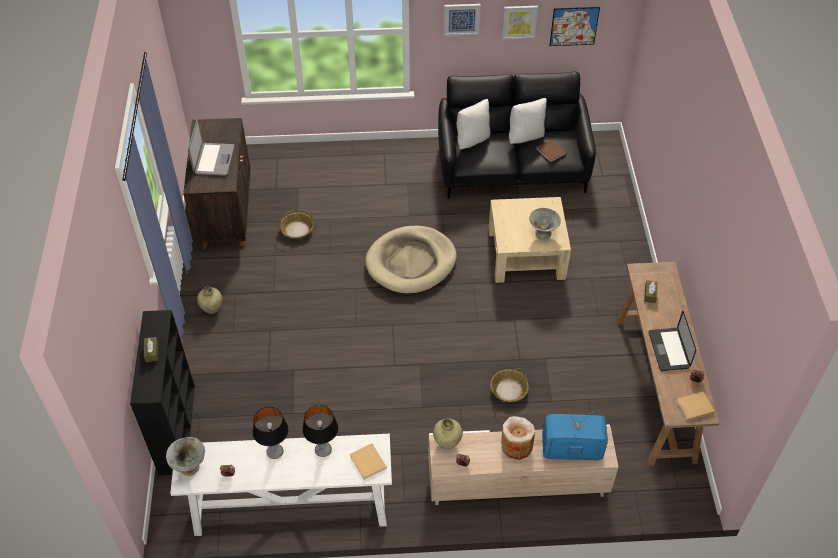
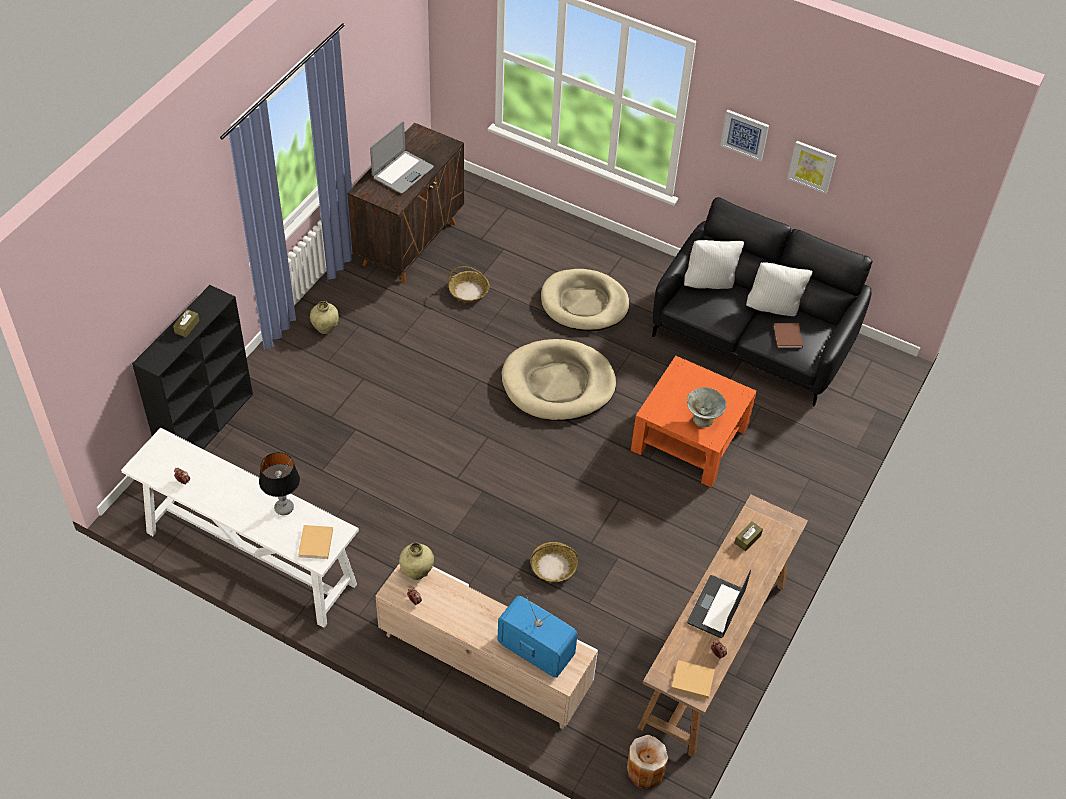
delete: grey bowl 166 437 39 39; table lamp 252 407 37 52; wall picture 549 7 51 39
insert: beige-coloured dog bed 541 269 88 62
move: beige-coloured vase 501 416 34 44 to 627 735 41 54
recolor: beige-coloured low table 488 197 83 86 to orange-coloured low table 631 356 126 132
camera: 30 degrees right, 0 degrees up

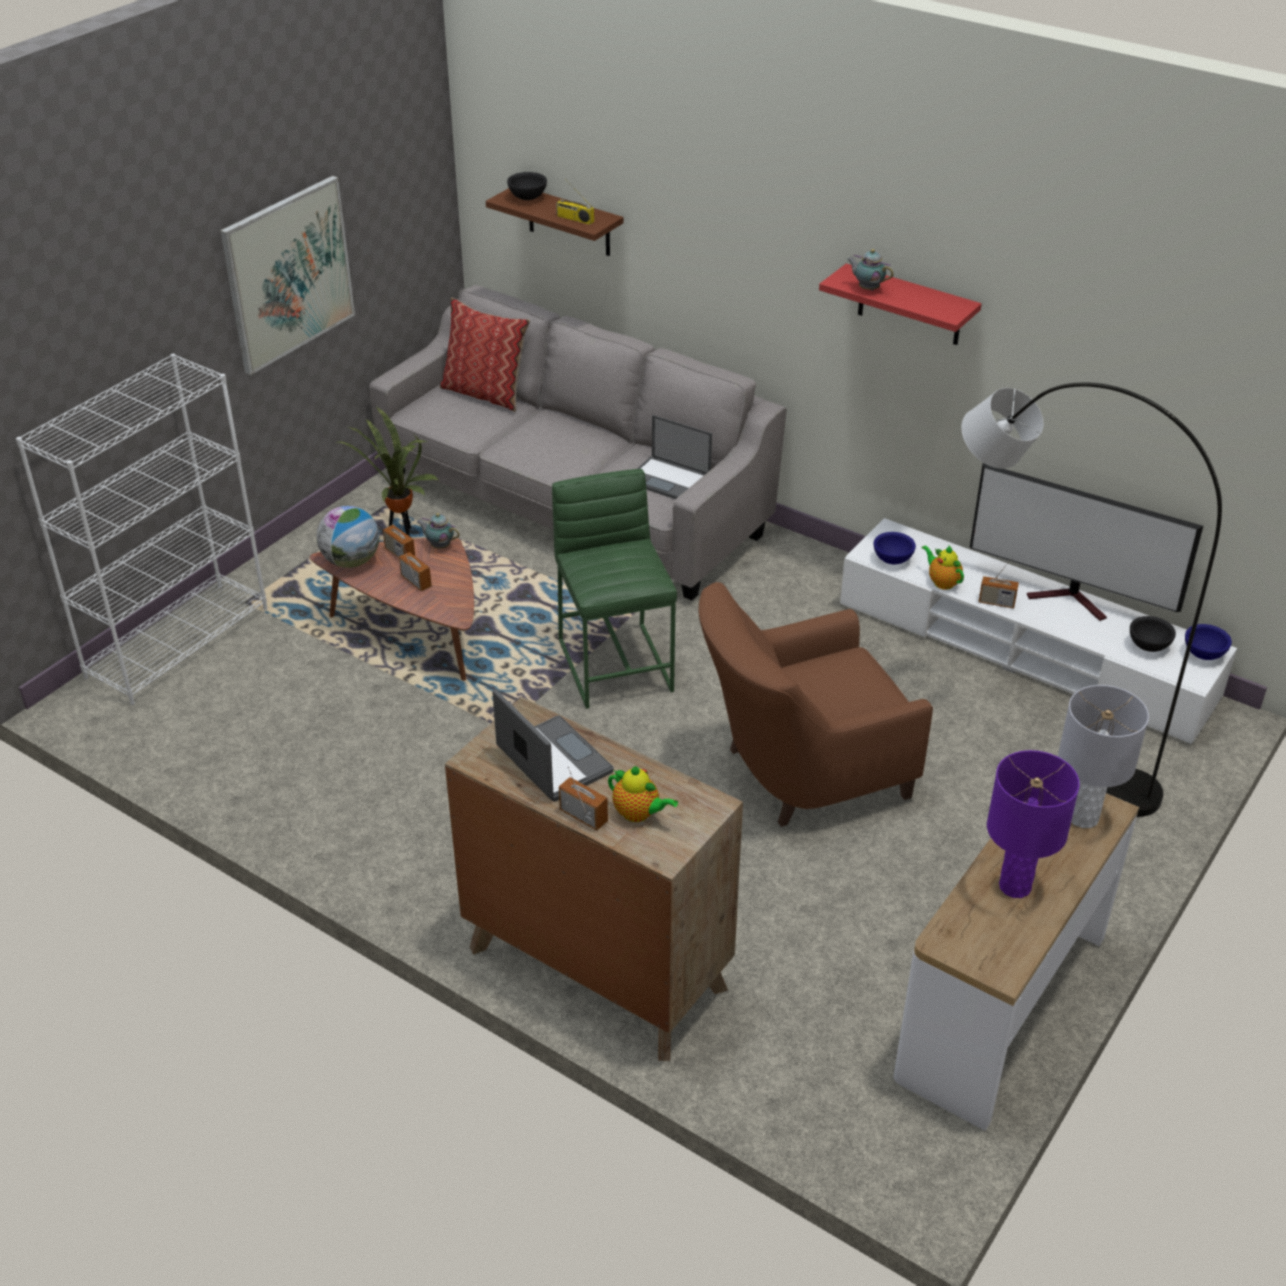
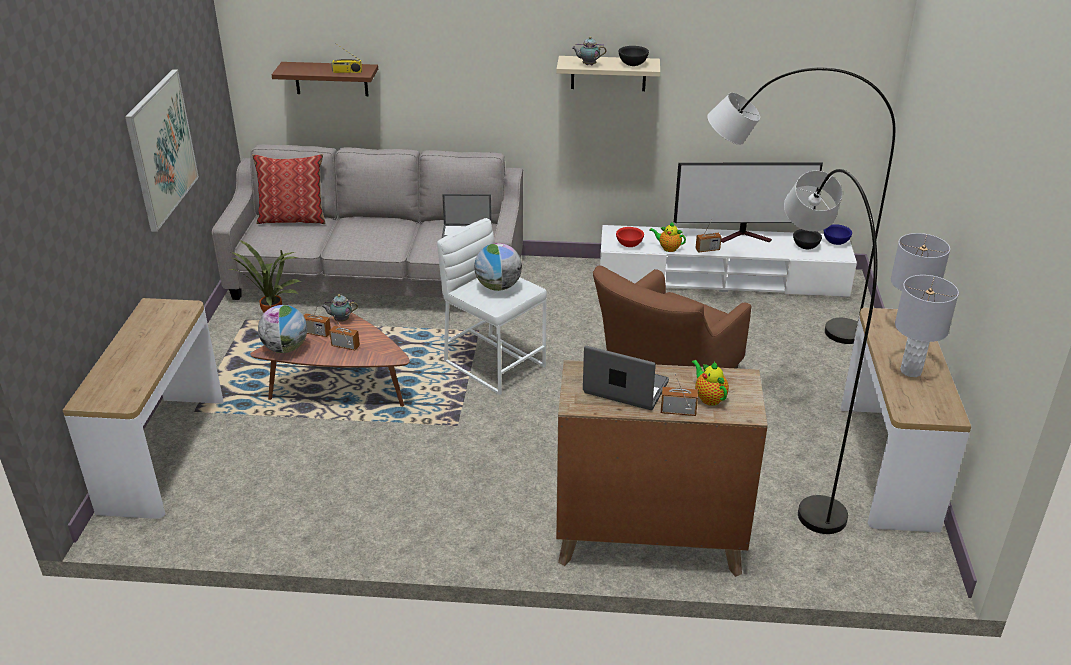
insert: world globe 474 243 48 48; grey standard lamp 784 169 93 365
move: black-coloured bowl 507 172 40 28 to 619 46 30 20
replace: white bookshelf 16 354 252 351 to console table 63 298 161 221
recolor: green-coloured stool seat 552 469 125 240 to white stool seat 437 218 110 177; red-coloured wall shelf 819 263 163 82 to beige-coloured wall shelf 556 56 104 35; bluish bowl 874 532 42 32 to red-coloured bowl 616 227 28 20; purple table lamp 987 750 93 148 to grey table lamp 895 275 64 102
rotate: teapot 608 766 70 56 = 692 360 37 46 120 degrees counterclockwise
camera: 30 degrees left, 5 degrees down

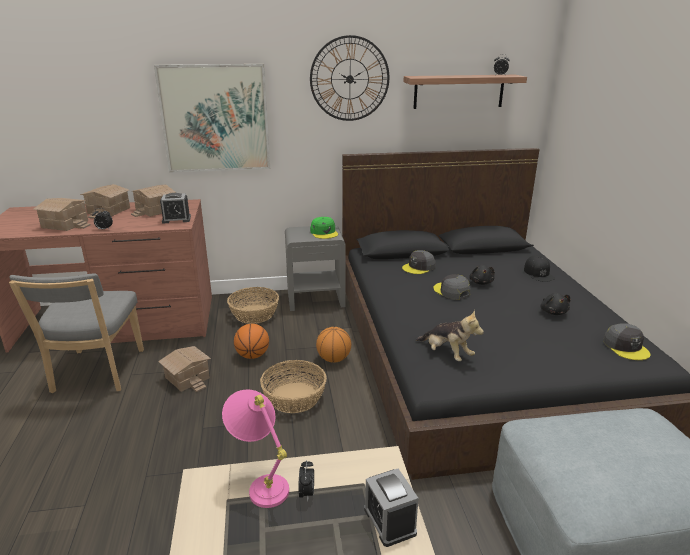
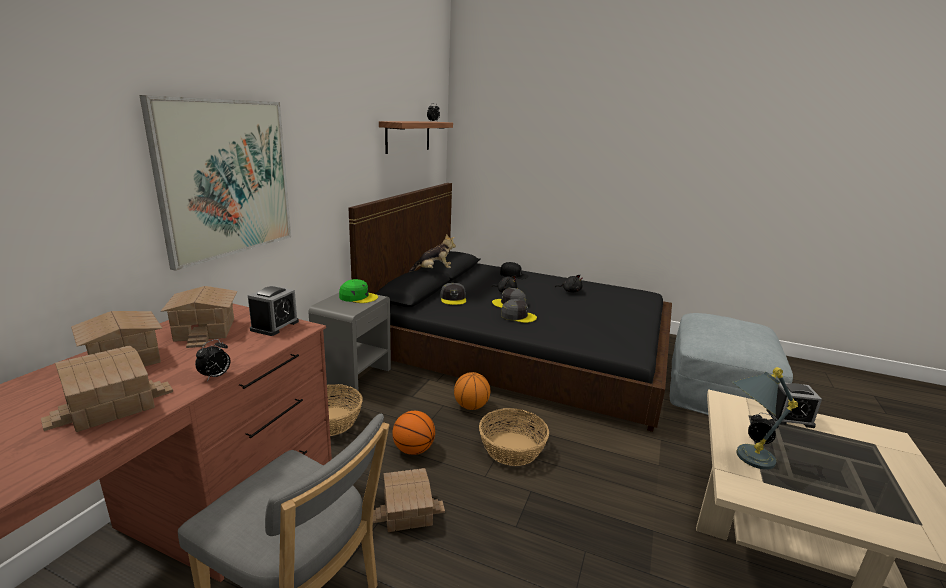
delete: wall clock 310 35 79 86
move: plush toy 416 310 68 51 to 409 234 47 38; grey baseball cap 603 323 47 37 to 501 299 36 24
recolor: pinkish table lamp 222 389 67 119 to grey table lamp 731 367 67 103
camera: 60 degrees left, 5 degrees down

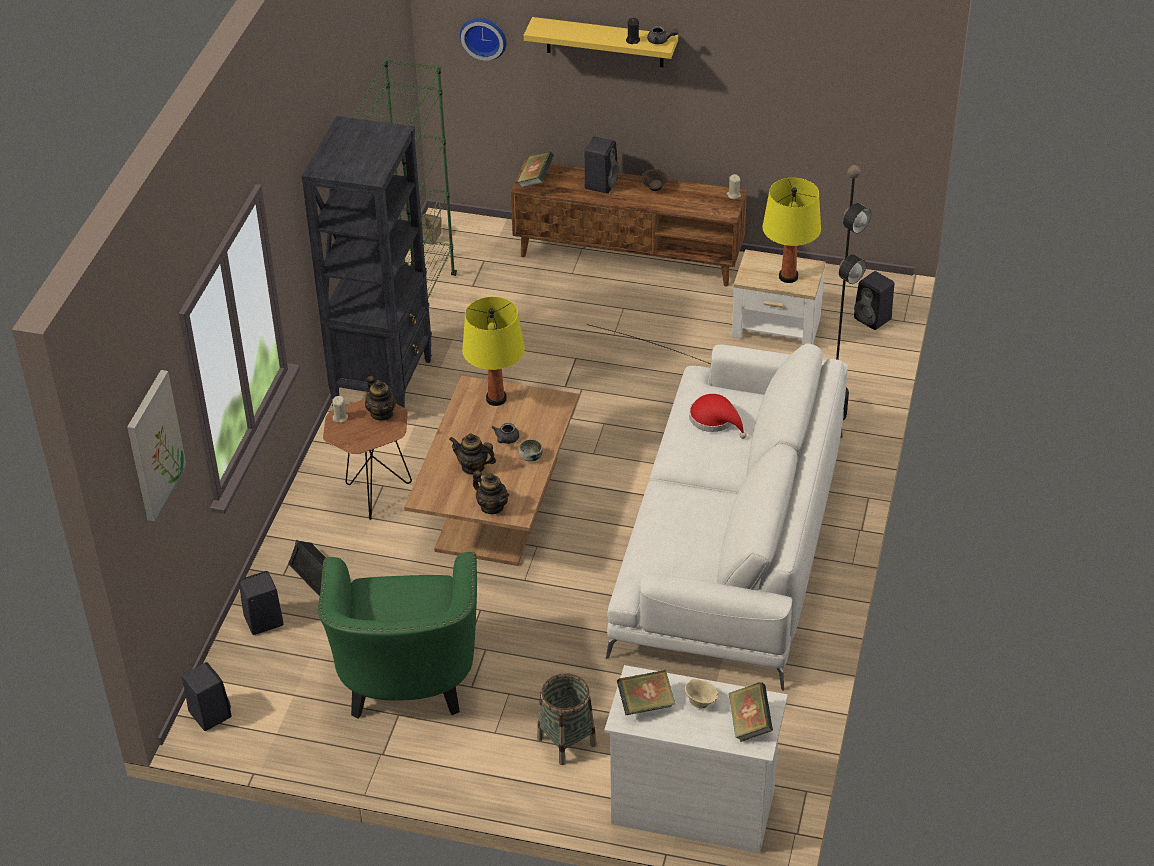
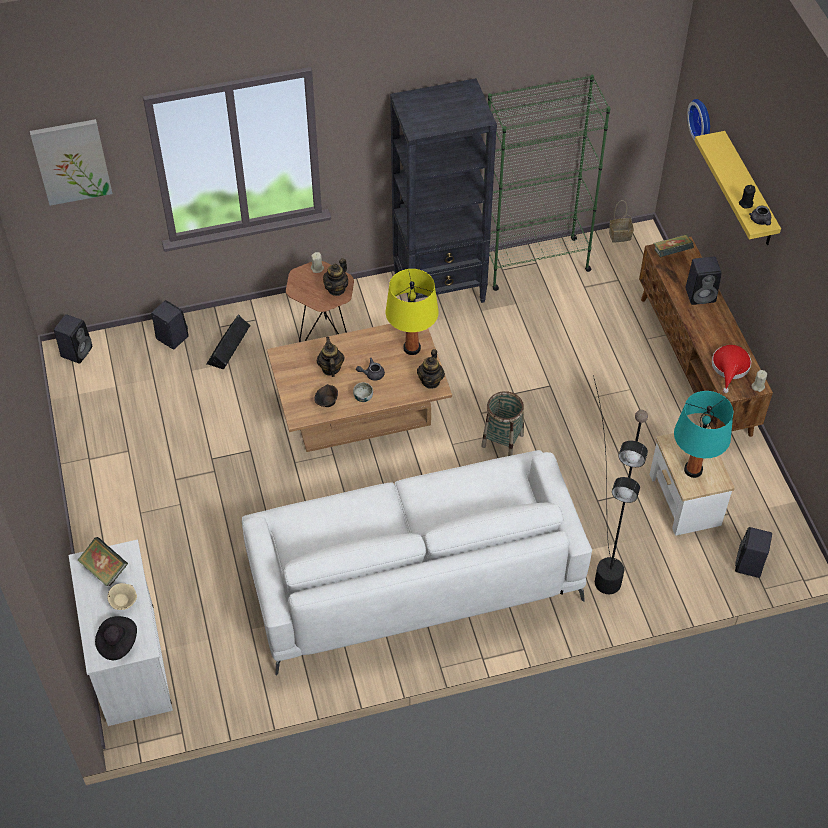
delete: green-coloured lounge chair 318 552 159 167
move: teapot 473 470 36 44 to 417 349 28 40; storage basket 537 673 60 92 to 482 391 42 65; brownish bowl 641 169 26 22 to 314 384 24 23; red-coloured hat 689 394 58 45 to 712 345 39 48
replace: volume 728 682 45 60 to black-coloured hat 95 616 42 44
recolor: yellowish table lamp 762 178 59 105 to turquoise-coloured table lamp 674 391 59 87
camera: 60 degrees right, 10 degrees up

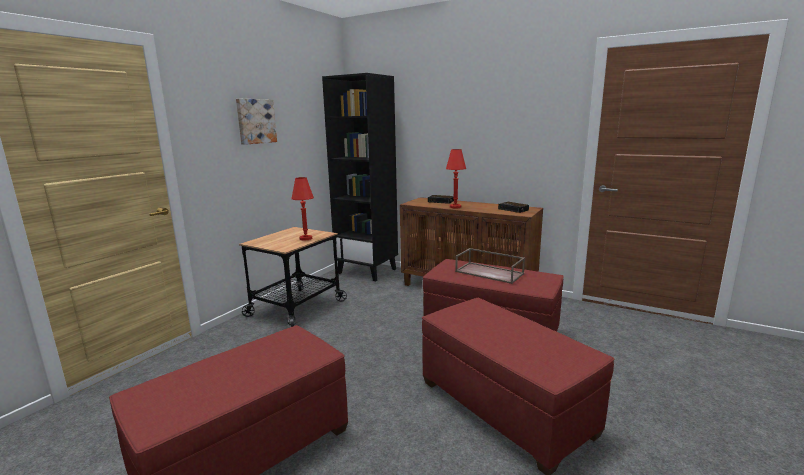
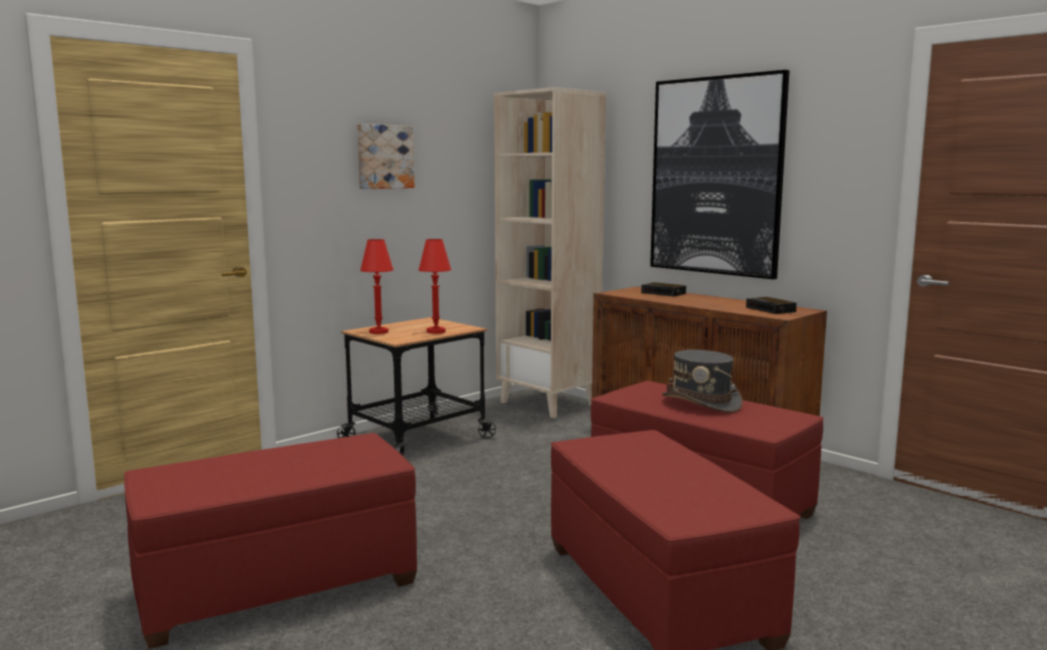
insert: wall picture 650 70 139 209
move: red-coloured table lamp 446 149 20 59 to 360 239 33 95
replace: brownish carrying tray 455 248 70 36 to grey hat 662 350 81 63
recolor: black-coloured bookshelf 322 73 76 208 to beige-coloured bookshelf 494 87 112 331
camera: 15 degrees right, 5 degrees down

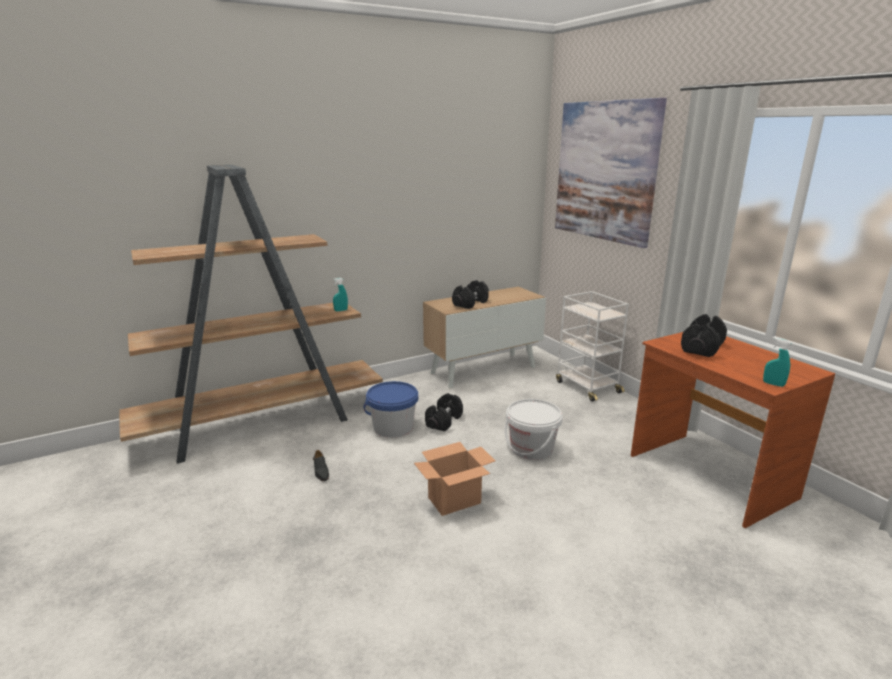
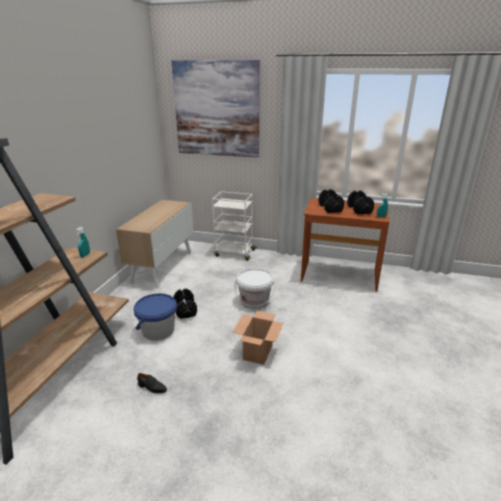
move: black-coloured dumbbell 452 280 37 29 to 347 190 27 24
camera: 45 degrees left, 5 degrees up

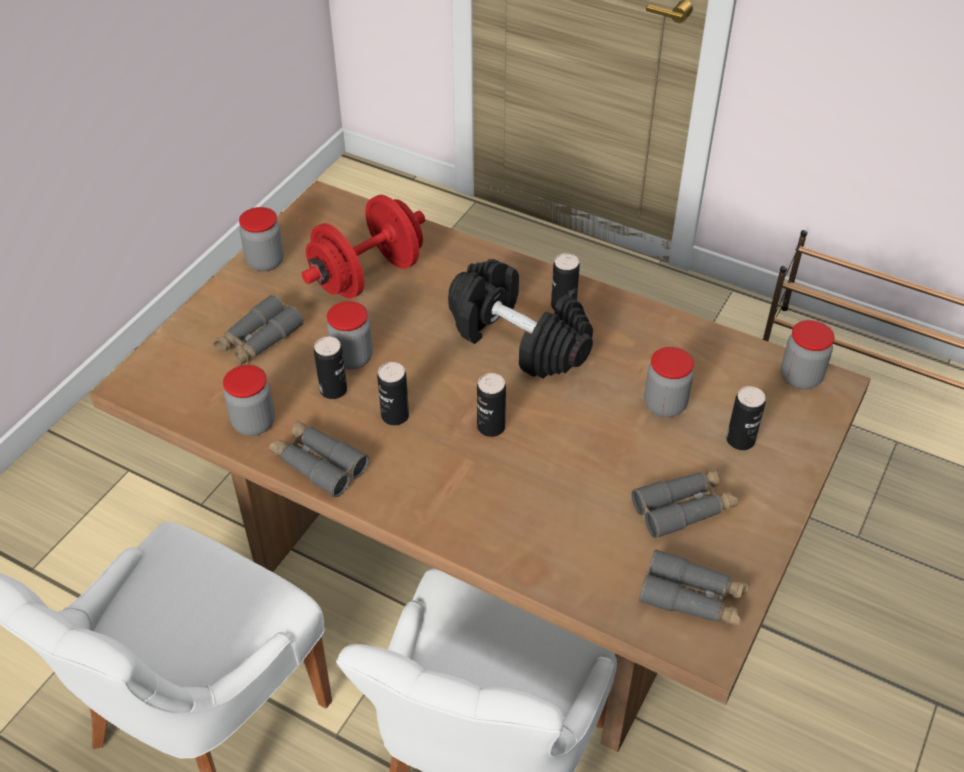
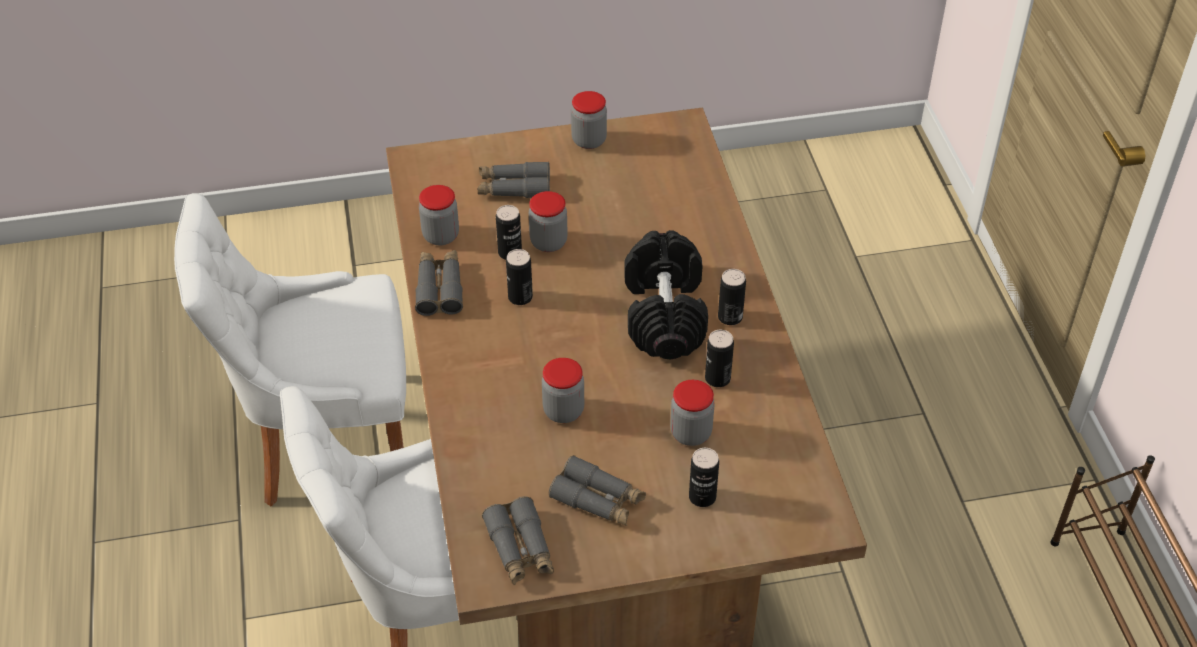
delete: red-coloured dumbbell 301 195 124 104
move: sealed can 477 373 29 64 to 705 330 29 57; jar 781 320 54 70 to 542 358 42 65
camera: 50 degrees right, 0 degrees up

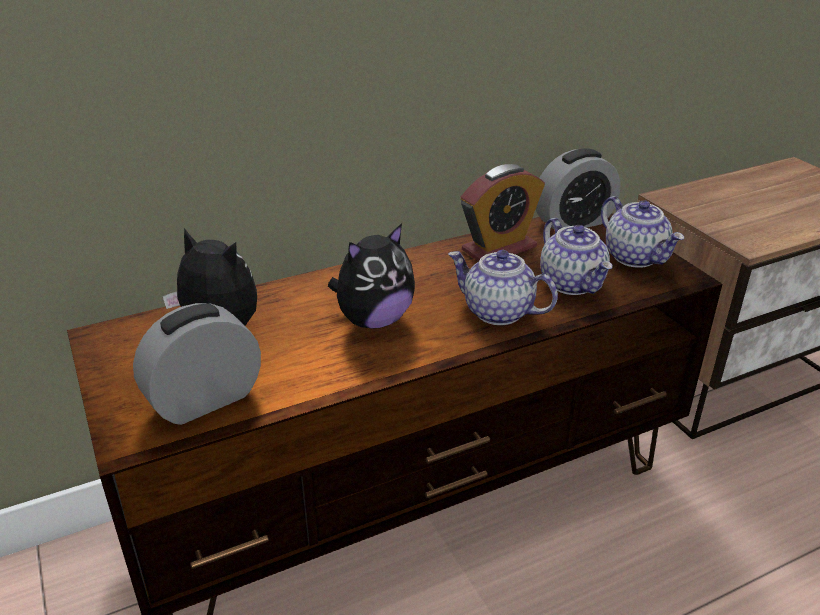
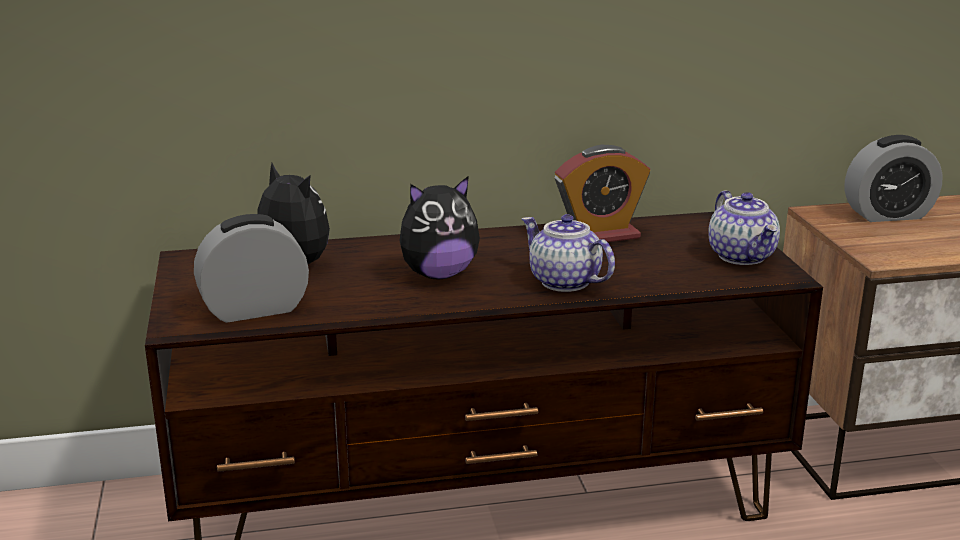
delete: teapot 540 218 73 77
move: table clock 536 148 85 82 to 845 135 98 87
camera: 15 degrees right, 10 degrees down

